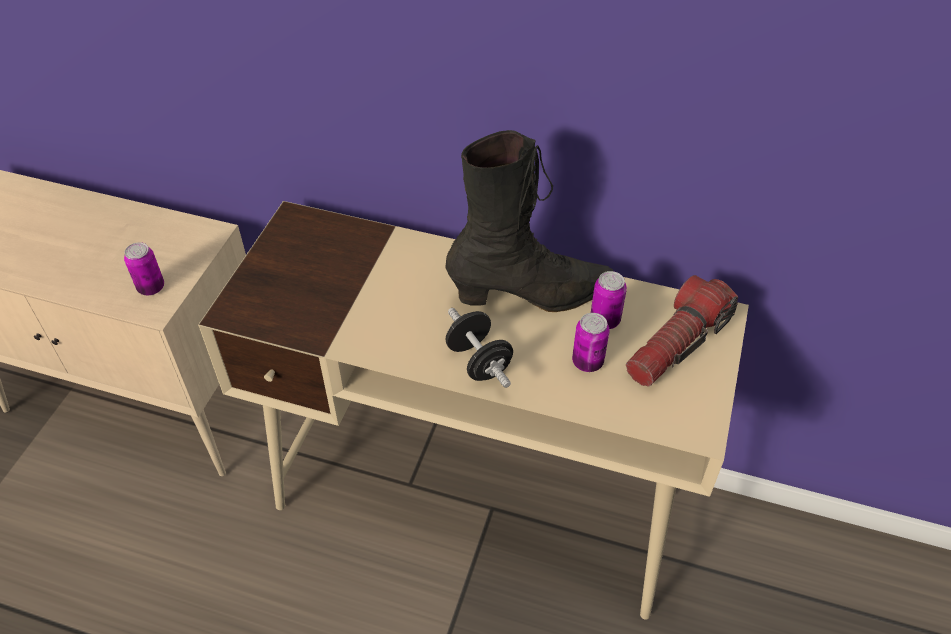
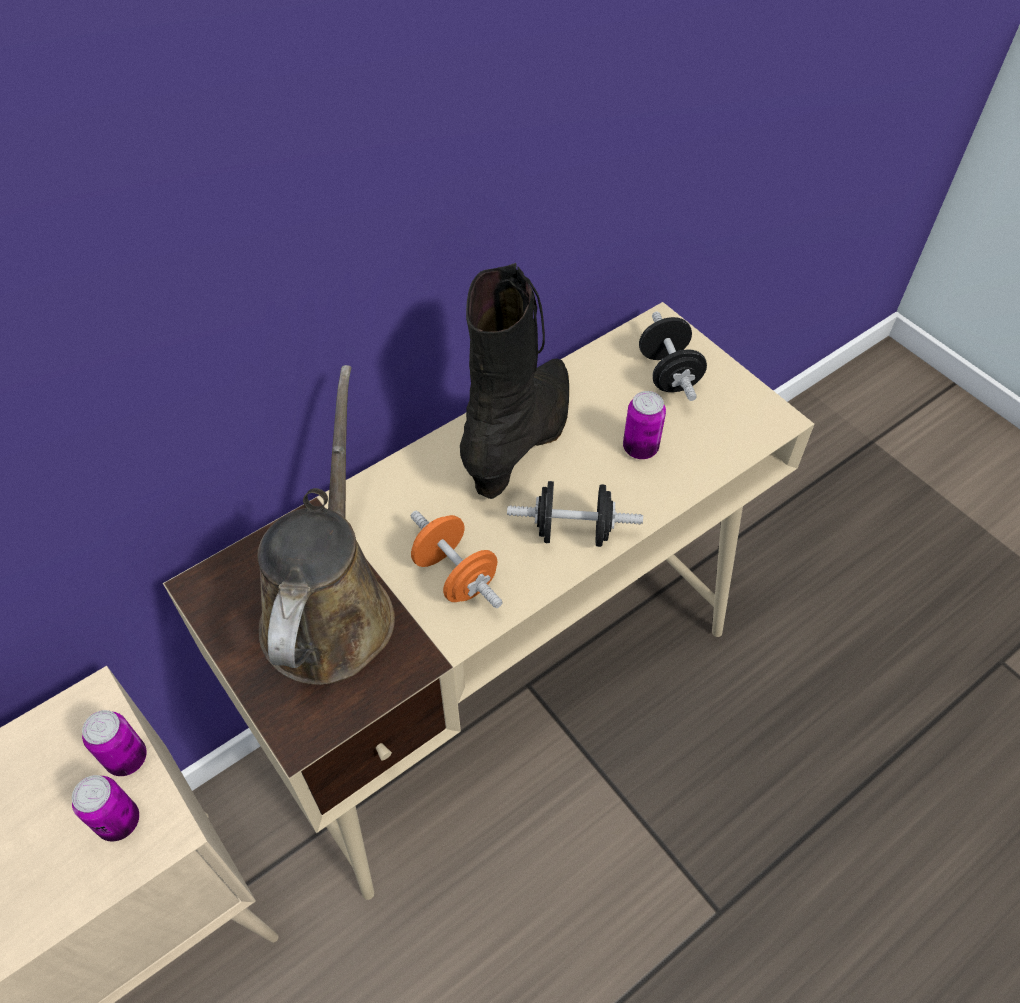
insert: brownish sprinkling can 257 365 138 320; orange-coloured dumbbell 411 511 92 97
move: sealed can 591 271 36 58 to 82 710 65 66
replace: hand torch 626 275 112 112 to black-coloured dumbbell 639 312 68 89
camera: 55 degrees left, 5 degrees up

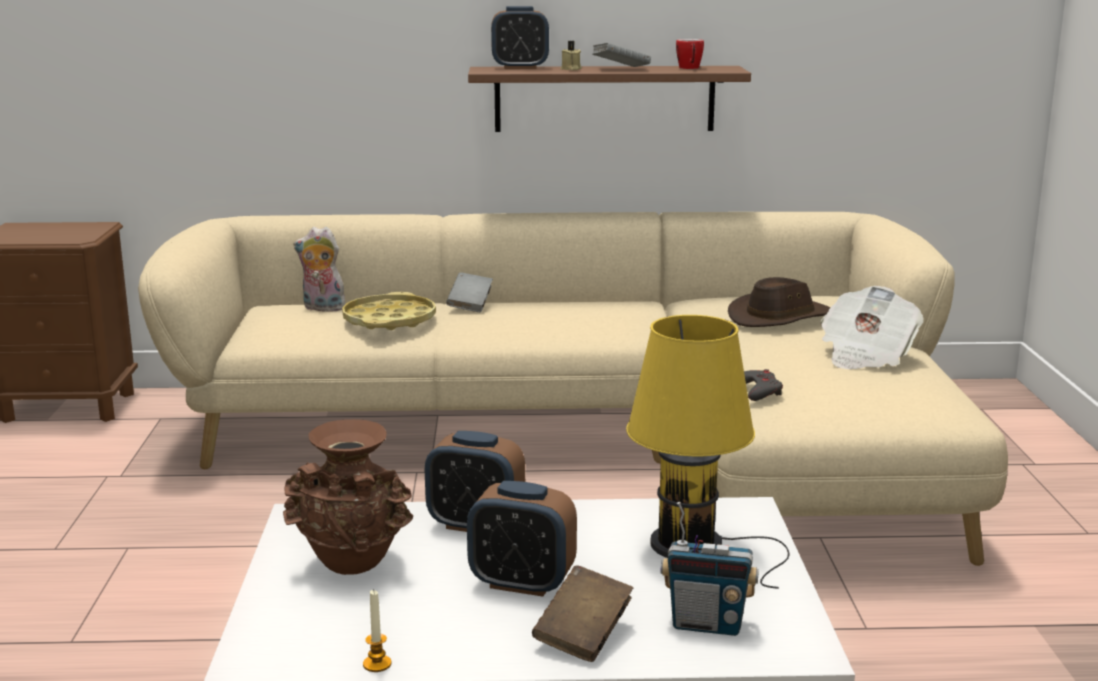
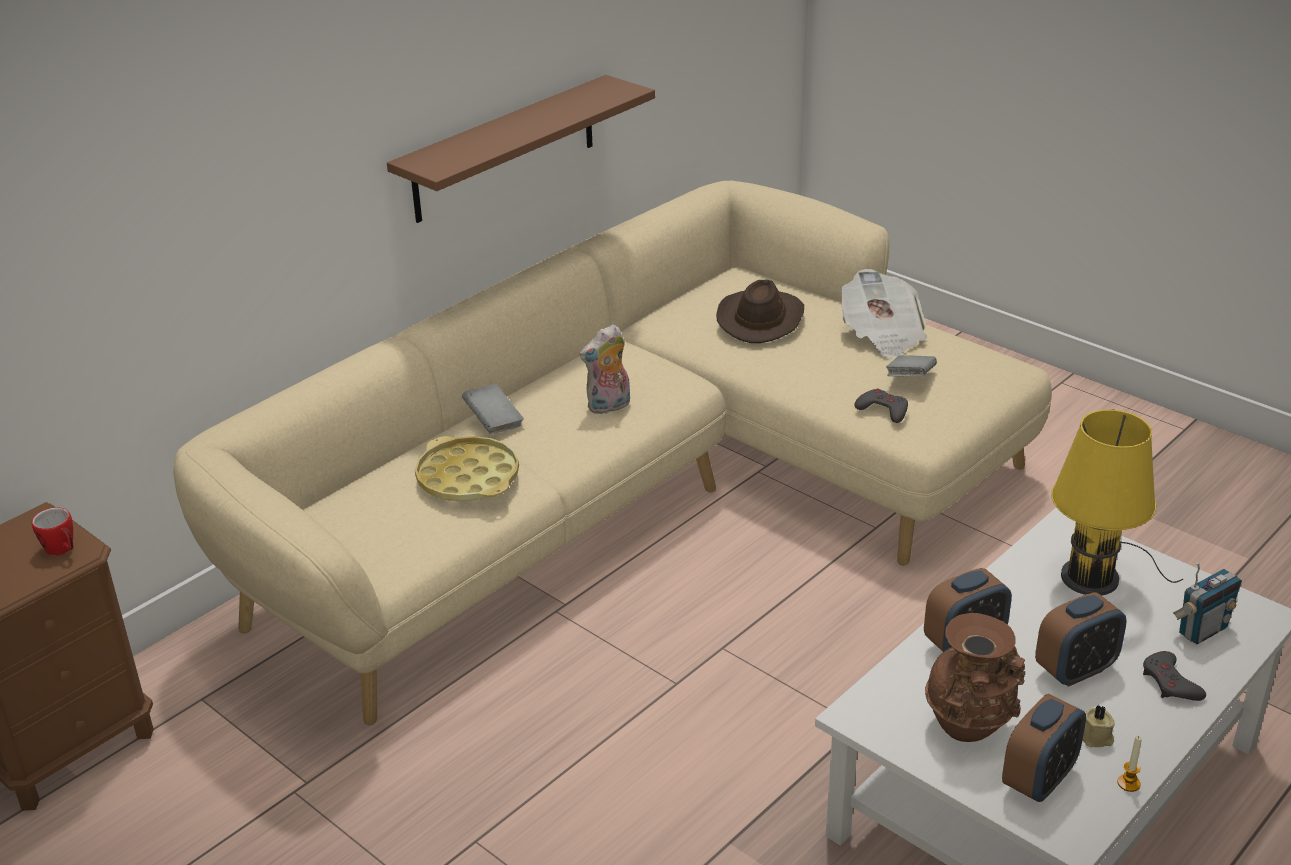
move: plush toy 294 227 52 85 to 579 324 51 90; table clock 491 6 58 63 to 1002 694 84 108; beige-coloured wax light 561 41 21 29 to 1083 705 32 42; grey volume 592 43 59 24 to 886 355 51 21; mug 676 39 28 30 to 32 507 41 49
replace: brownish volume 532 565 101 97 to grey game controller 1143 651 63 50
camera: 45 degrees left, 15 degrees up

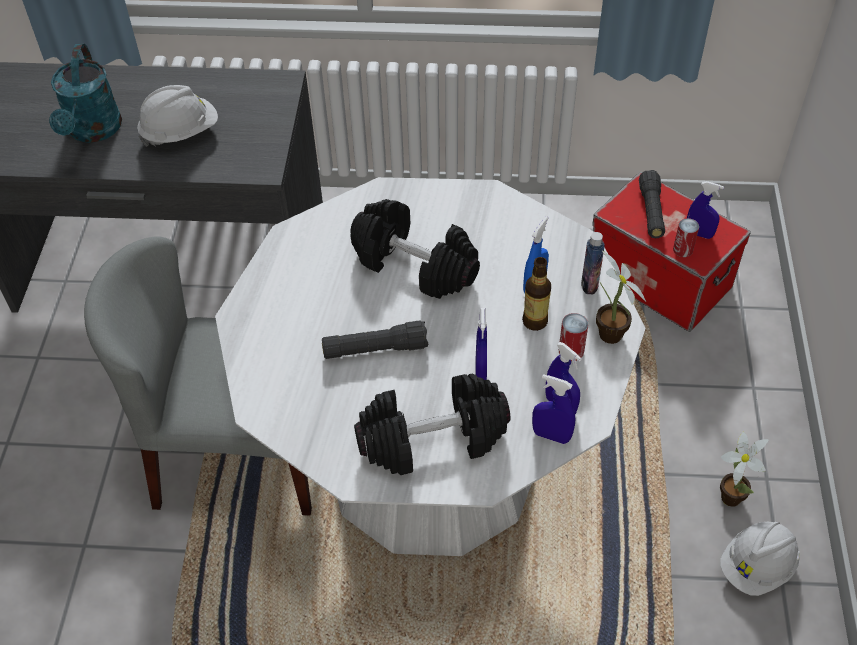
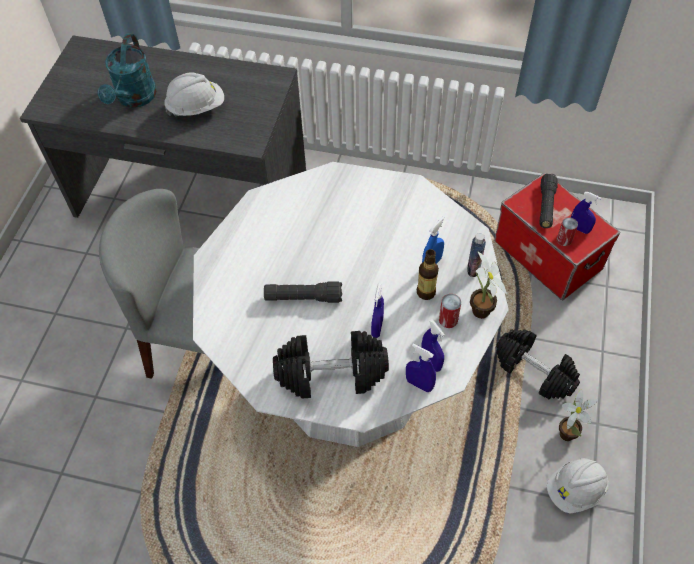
move: black-coloured dumbbell 351 199 129 100 to 496 329 84 70
camera: 10 degrees right, 5 degrees up

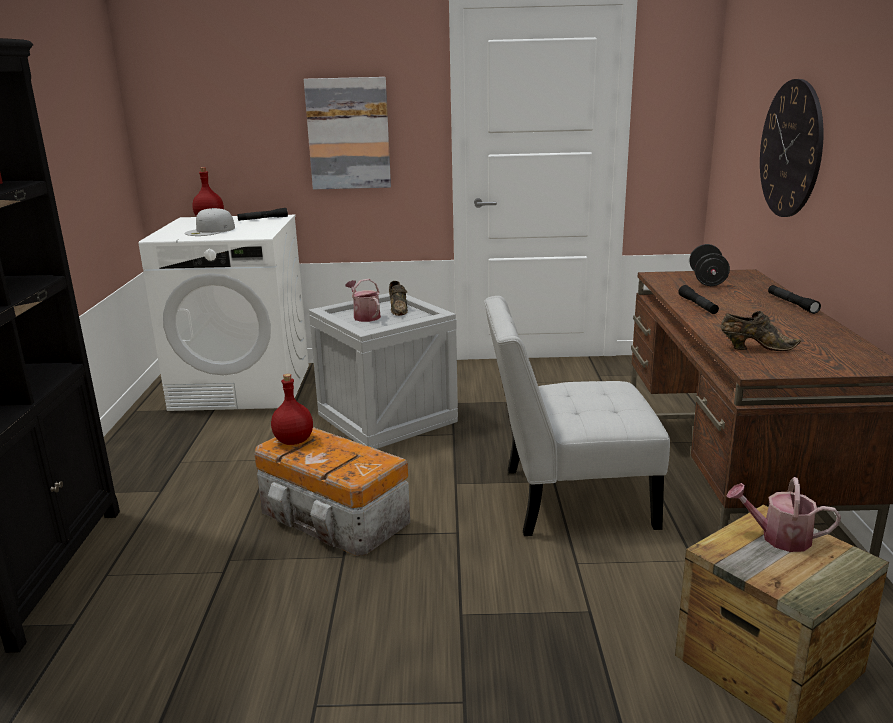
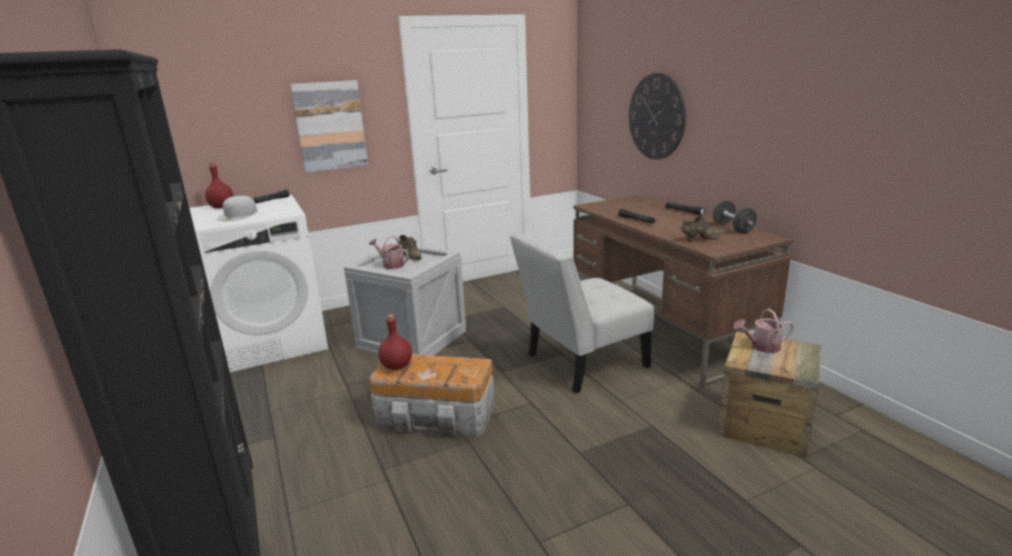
move: black-coloured dumbbell 689 244 41 42 to 713 201 44 32
camera: 25 degrees left, 0 degrees up

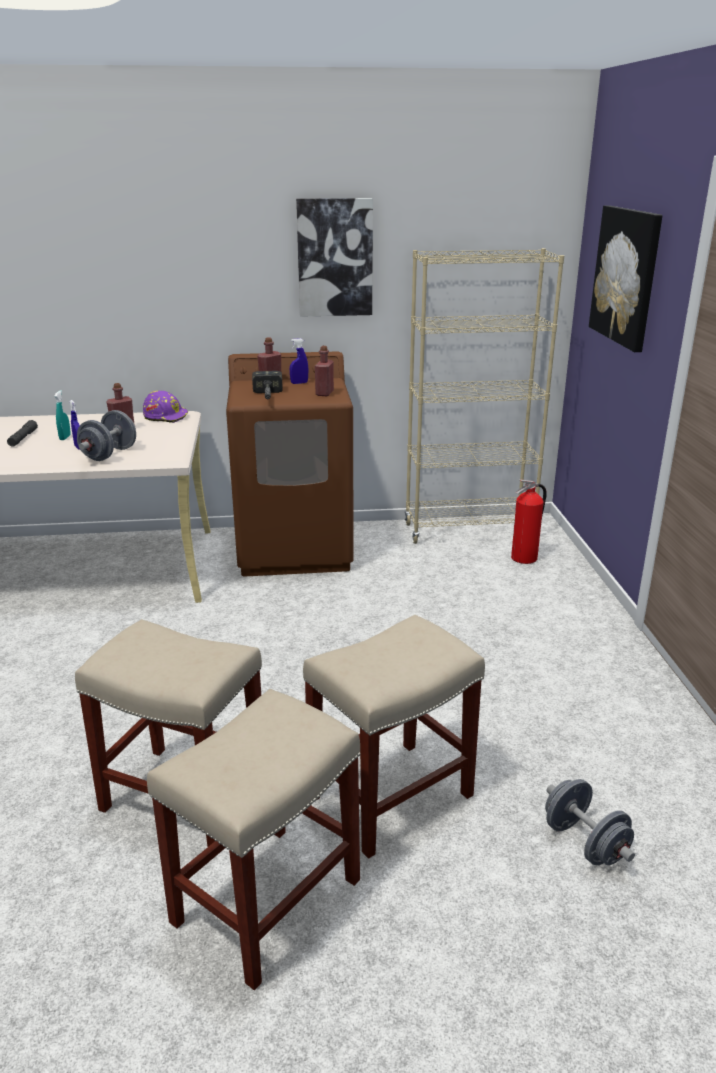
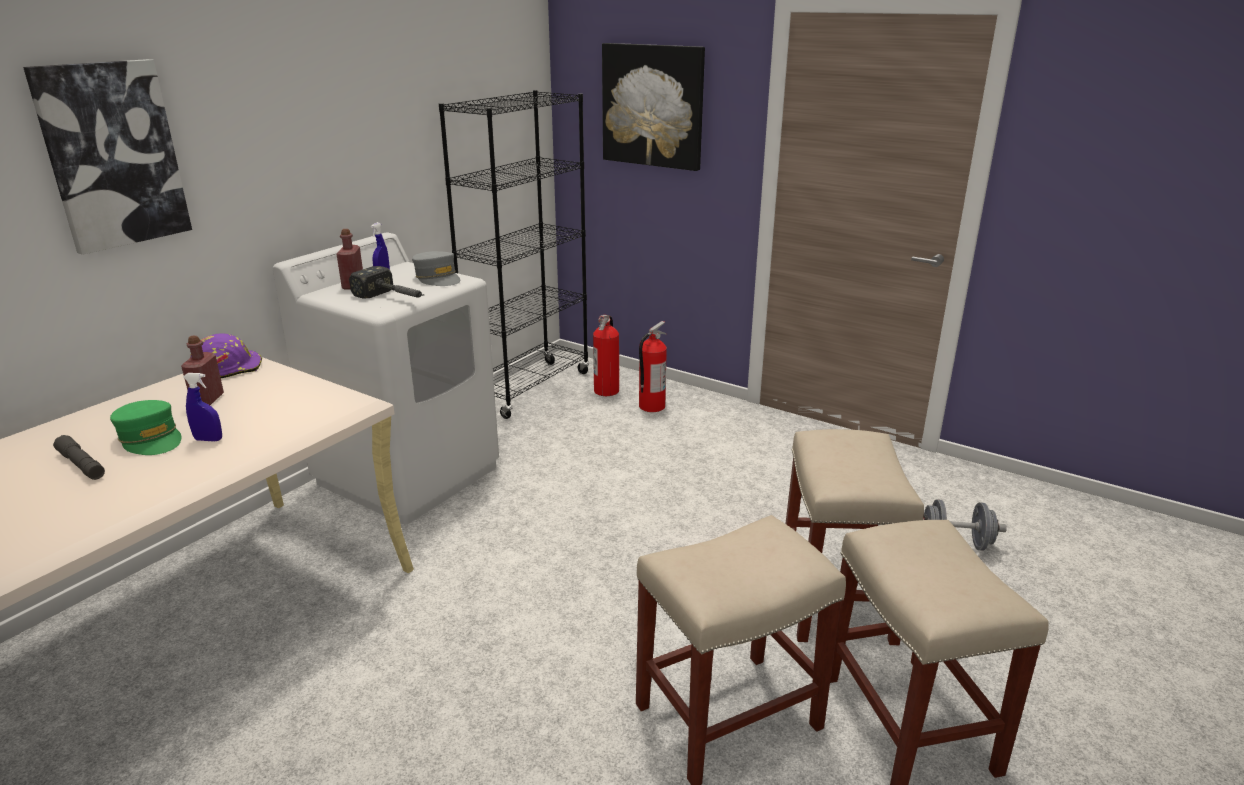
delete: grey dumbbell 77 410 59 51
insert: fire-fighting cylinder 639 321 28 91
move: wall picture 296 198 77 119 to 23 59 169 196
replace: turquoise-coloured spray bottle 54 390 17 50 to green-coloured baseball cap 110 400 72 55; red-coloured bottle 315 346 19 50 to grey baseball cap 412 251 48 35
recolor: brownish laundry appliance 226 352 128 224 to white laundry appliance 273 233 226 292; beige-coloured bookshelf 405 248 159 296 to black-coloured bookshelf 439 90 150 329
camera: 50 degrees left, 0 degrees up

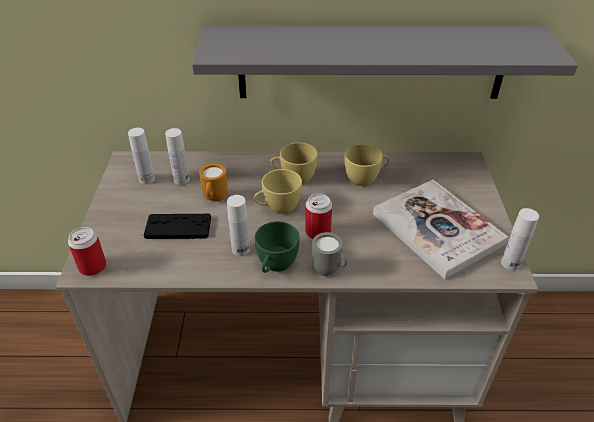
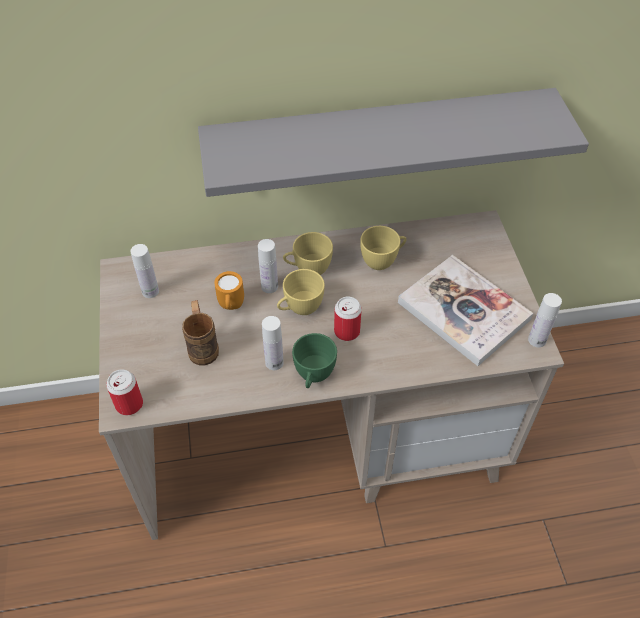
delete: grey mug 312 232 36 44
move: white bottle 165 128 25 57 to 258 239 20 54
replace: black-coloured game controller 144 214 67 25 to brownish mug 182 300 37 65
camera: 10 degrees left, 10 degrees up

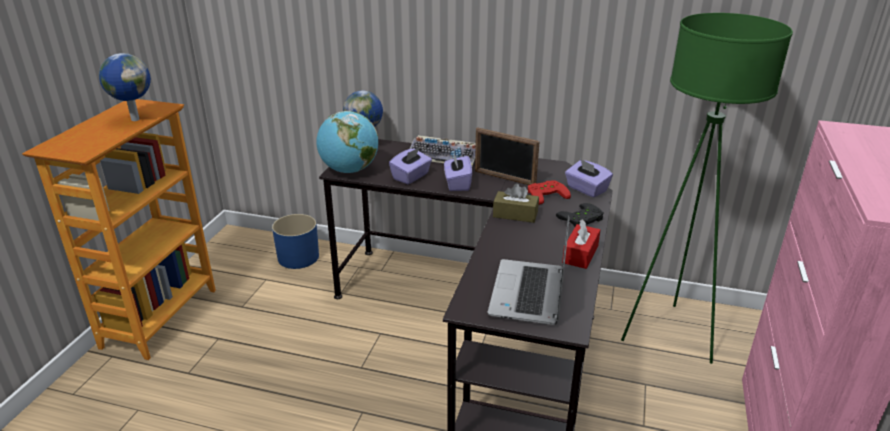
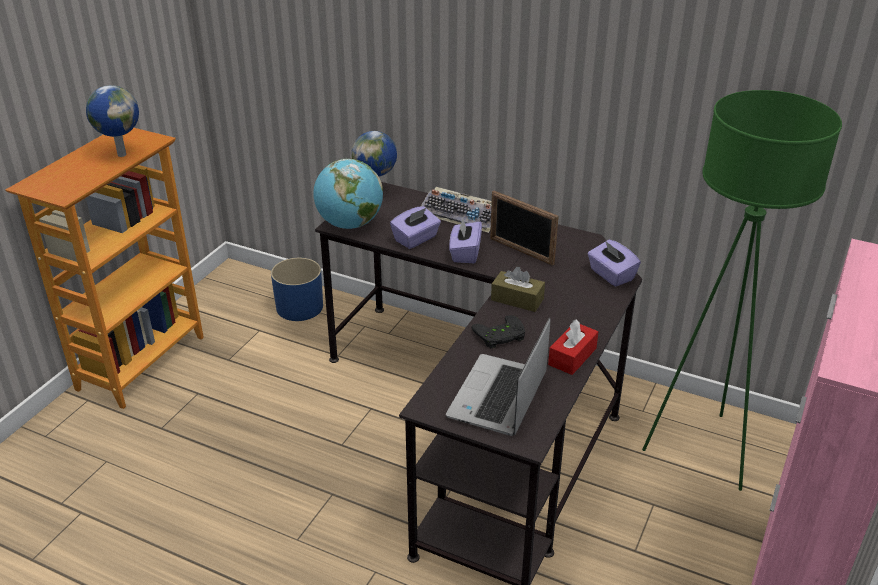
delete: red-coloured game controller 528 180 43 25
move: black-coloured game controller 556 203 48 24 to 471 315 54 34
camera: 10 degrees right, 5 degrees up

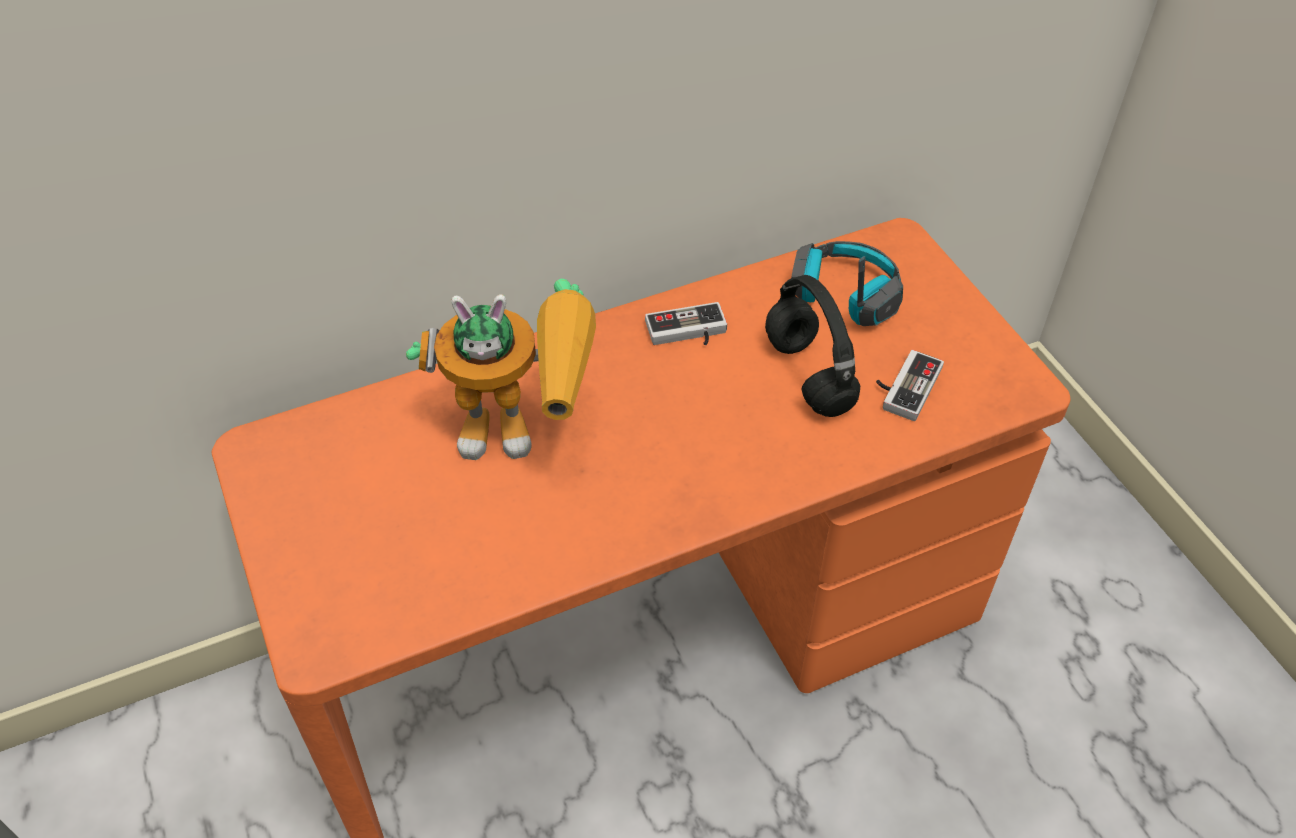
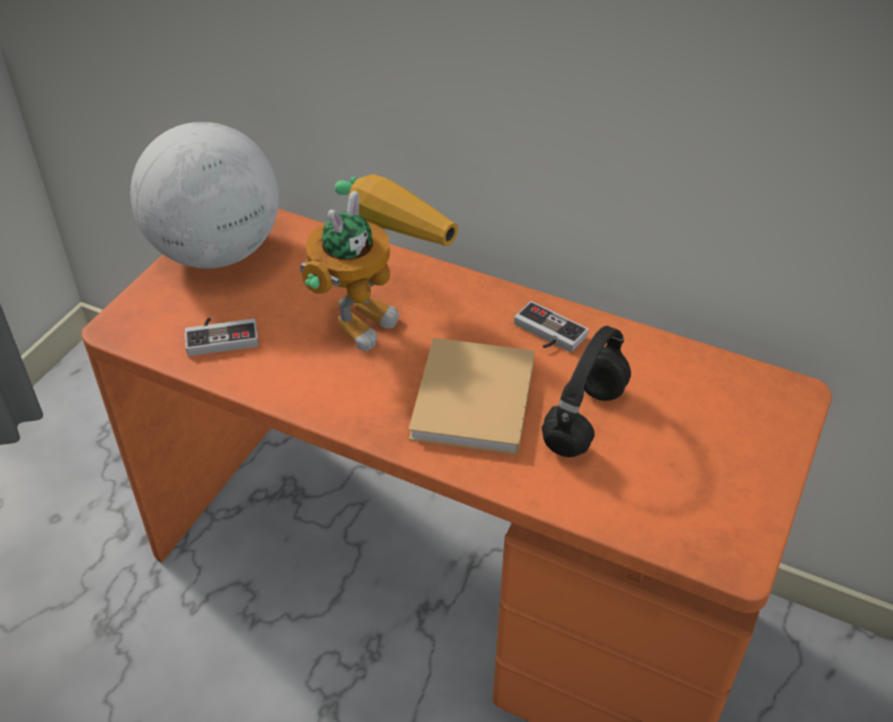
delete: pair of headphones 791 241 112 85
insert: world globe 130 122 149 147; beige-coloured volume 409 338 126 117
move: game controller 876 350 68 71 to 185 318 74 38
rotate: robot figure 406 279 190 181 = 300 174 158 177 105 degrees counterclockwise
camera: 50 degrees right, 5 degrees down

